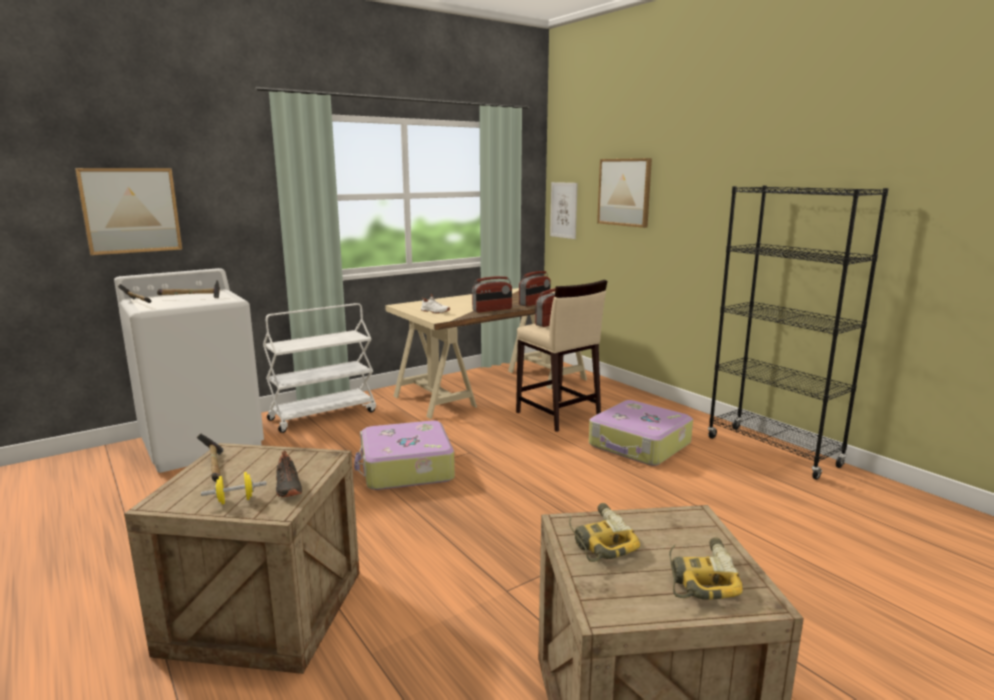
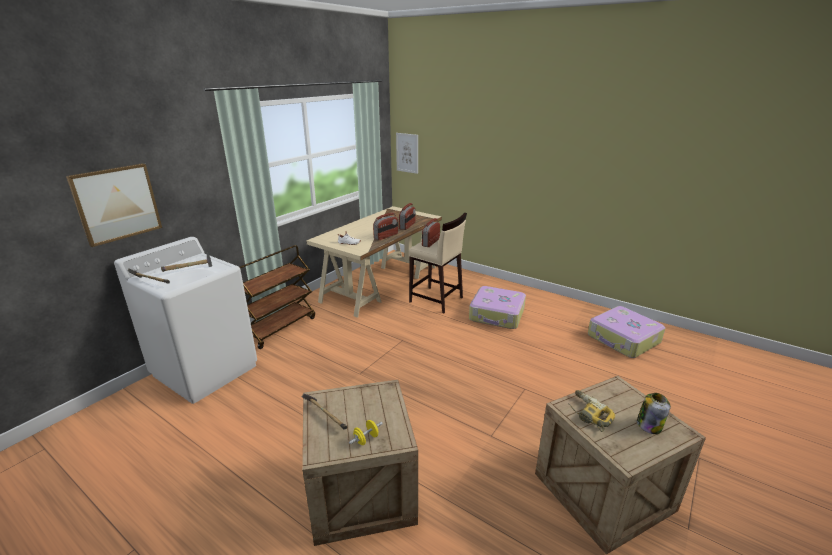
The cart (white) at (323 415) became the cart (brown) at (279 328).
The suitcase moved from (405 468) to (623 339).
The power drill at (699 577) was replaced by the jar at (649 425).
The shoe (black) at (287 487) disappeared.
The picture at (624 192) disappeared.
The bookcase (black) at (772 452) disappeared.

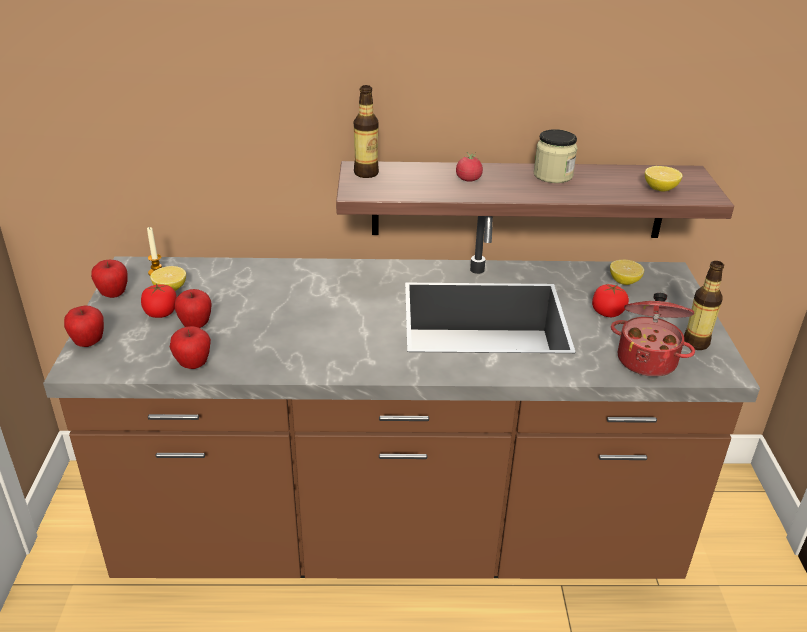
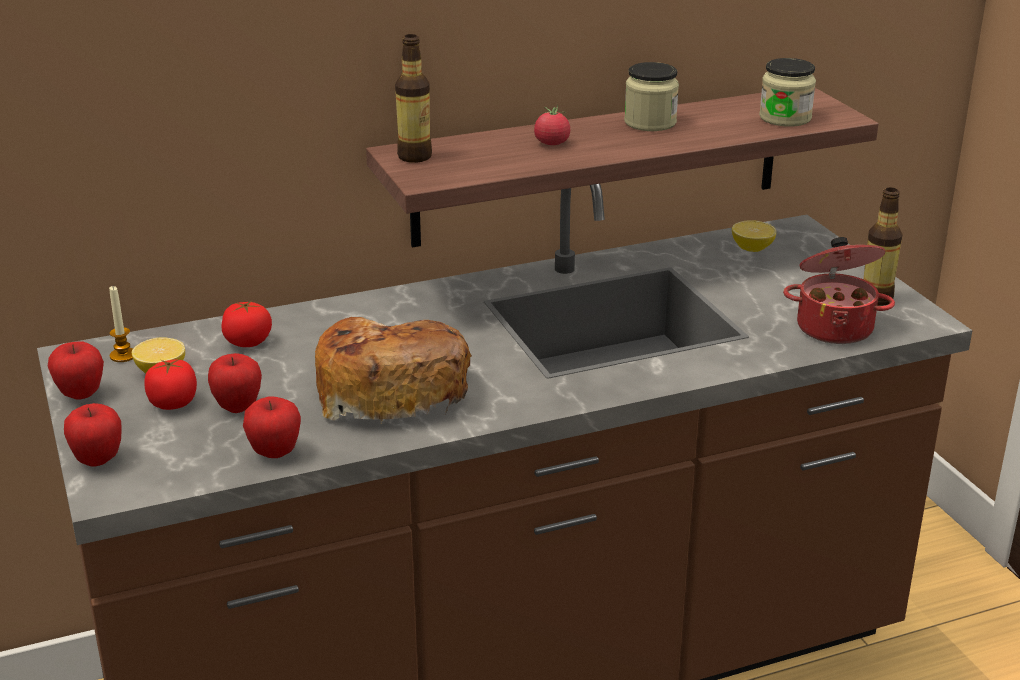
The tomato moved from (607 312) to (248 342).
The bread at (390 390) appeared.
The lemon at (660 189) was replaced by the jar at (785 118).

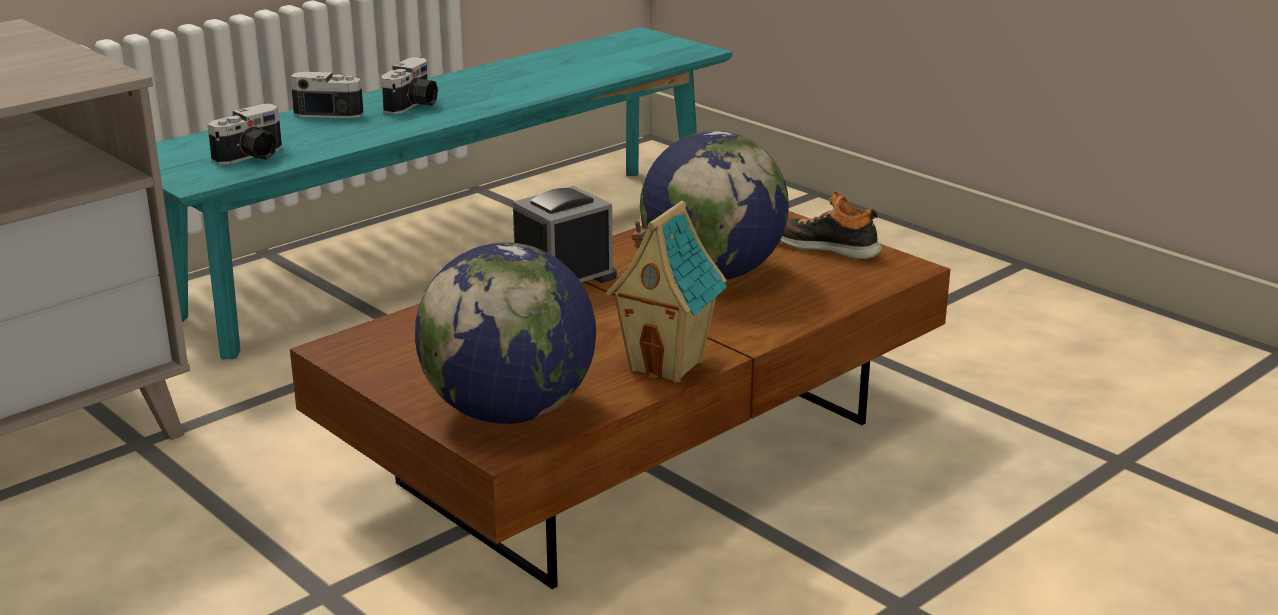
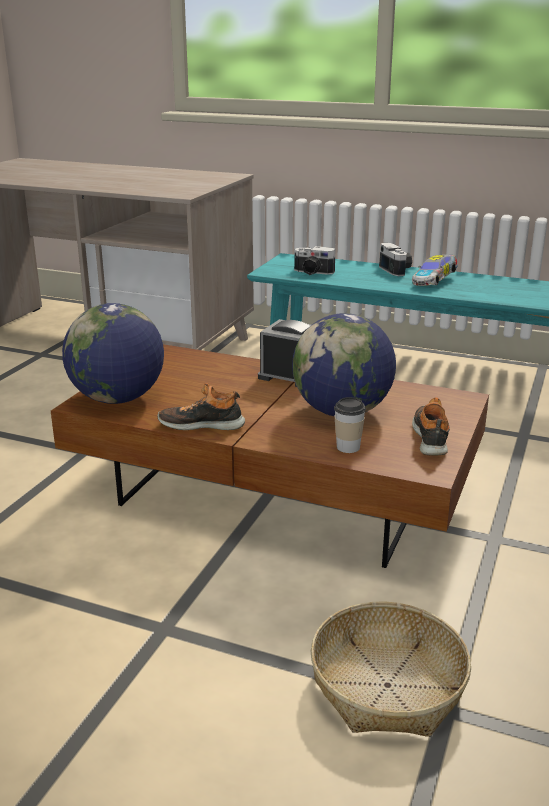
The toy house at (668 365) was replaced by the shoe at (202 424).
The basket at (388 686) appeared.
The cup at (348 447) appeared.
The photo camera at (414 105) was replaced by the toy car at (434 281).

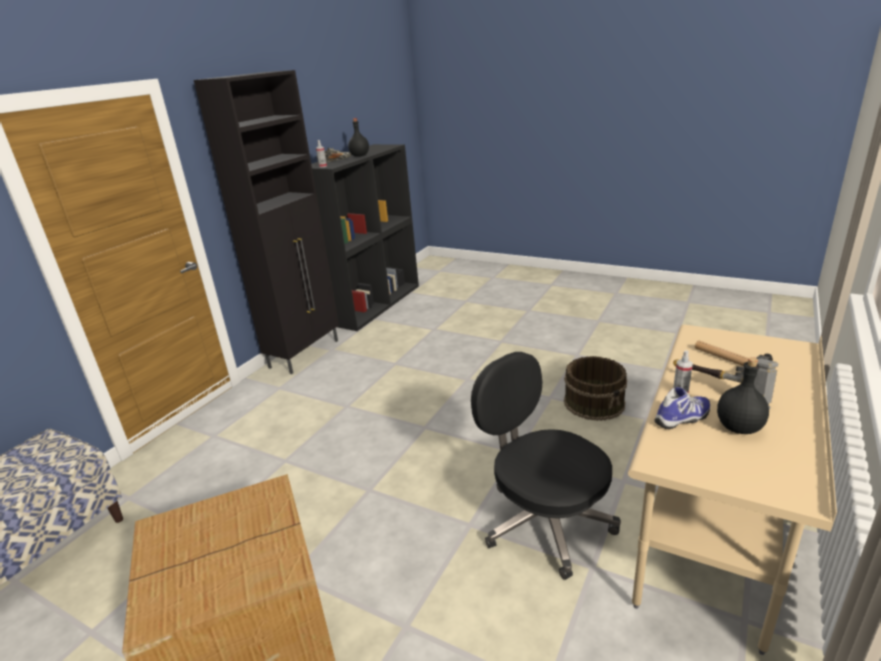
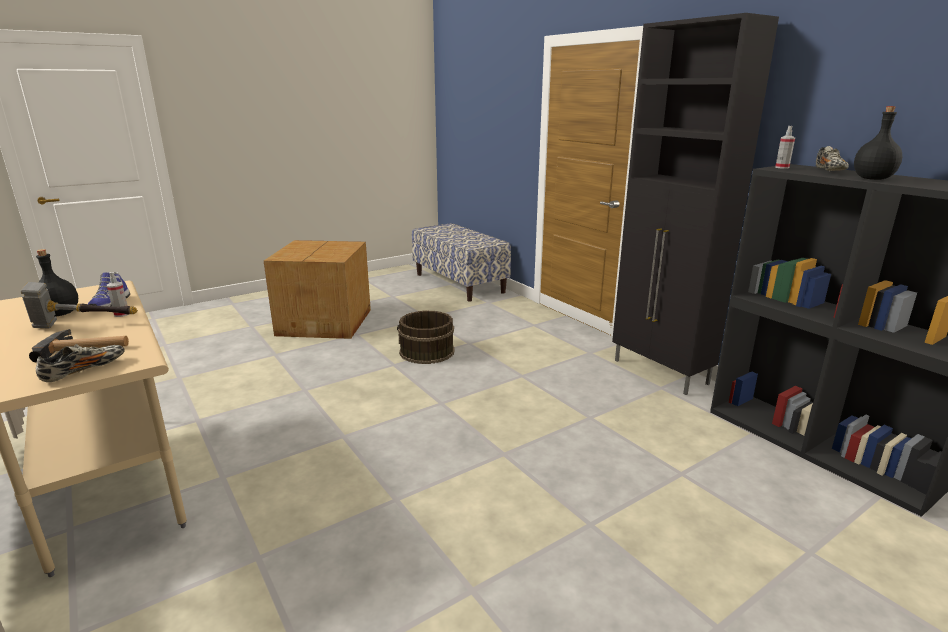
The shoe at (84 370) appeared.
The bucket (brown) moved from (594 402) to (426 352).
The office chair (black) at (544 521) disappeared.

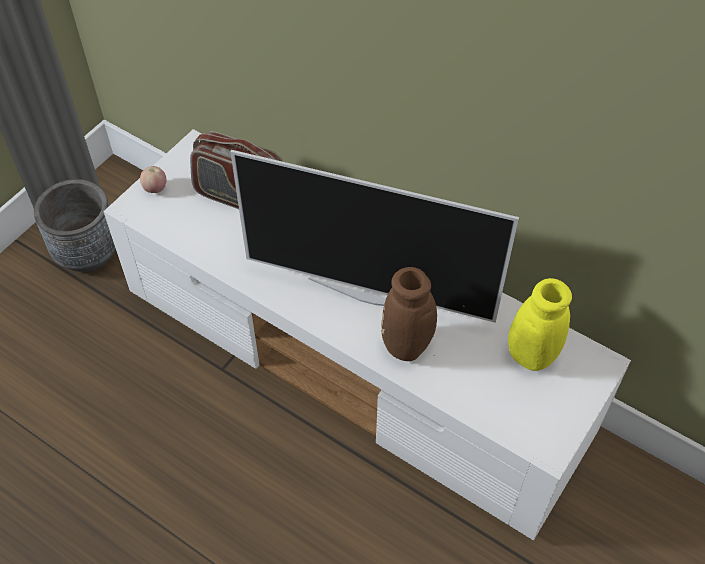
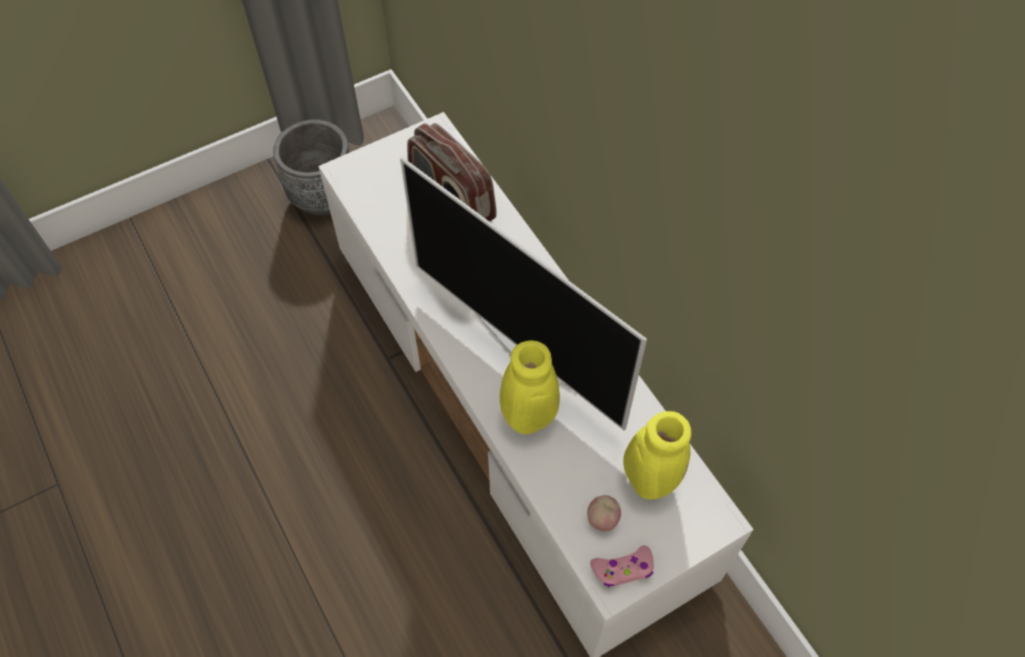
The vase (brown) at (406 350) became the vase (yellow) at (526 420).
The apple moved from (155 189) to (602 519).
The game controller (pink) at (623 569) appeared.

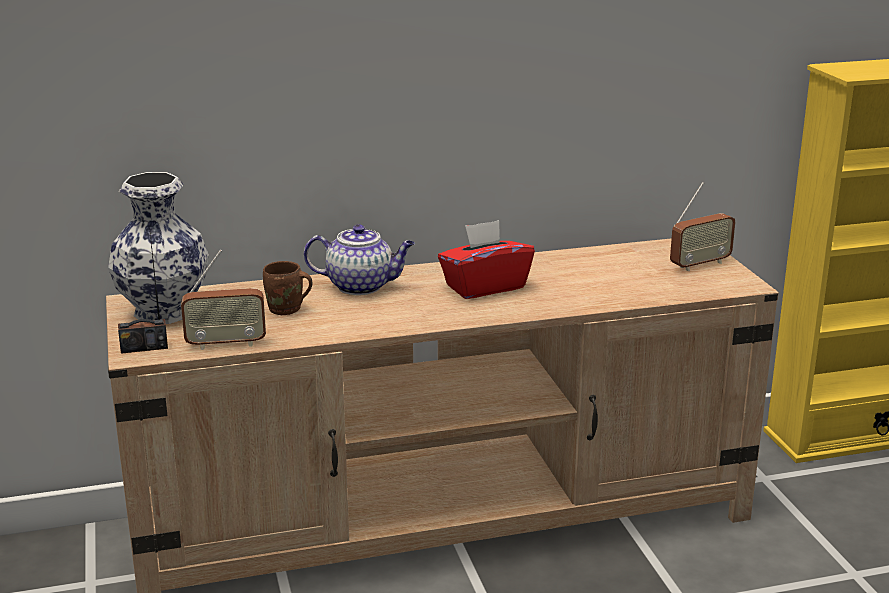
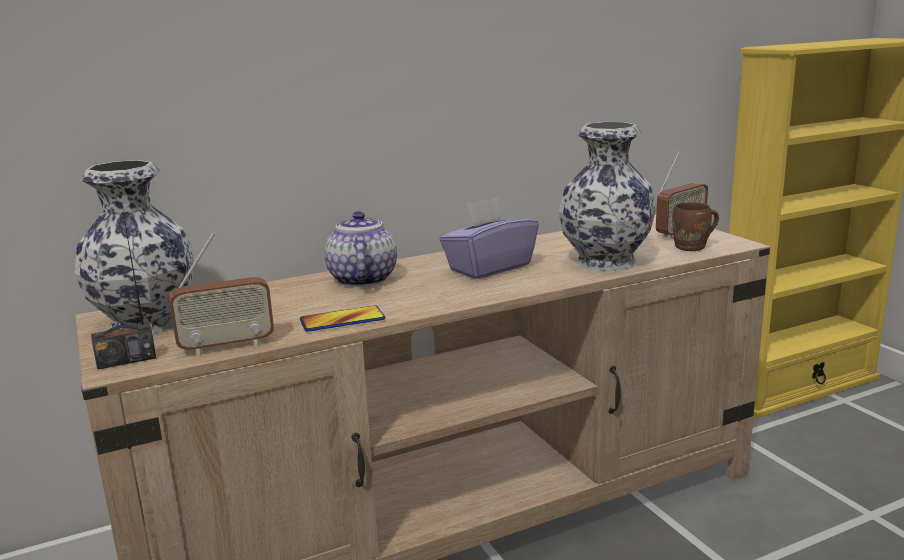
The phone at (342 320) appeared.
The teapot at (361 286) turned 90 degrees counterclockwise.
The tissue box (red) at (485 287) became the tissue box (purple) at (489 268).
The vase at (605 262) appeared.
The mug (brown) moved from (286 310) to (693 248).

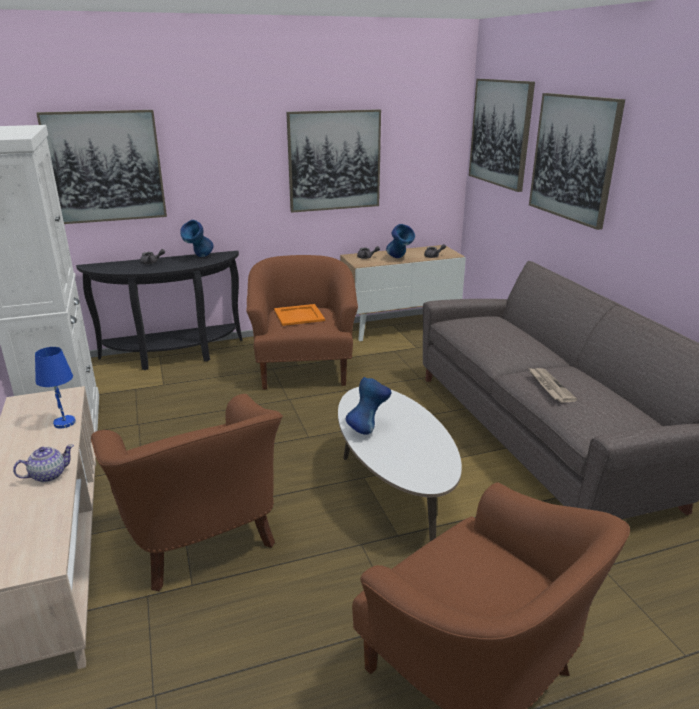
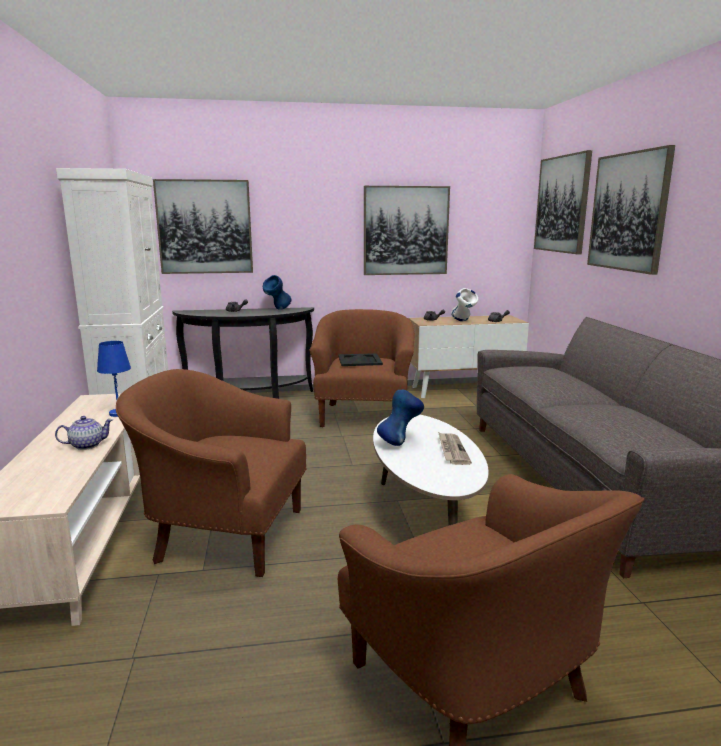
The armchair (brown) at (201 539) turned 120 degrees clockwise.
The tray (orange) at (298 315) became the tray (black) at (359 360).
The newspaper moved from (549 386) to (452 450).
The vase (blue) at (399 258) became the vase (white) at (463 321).

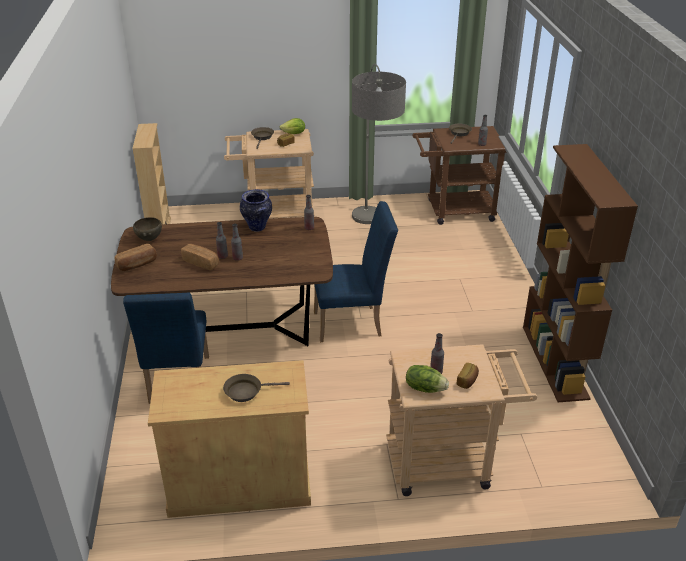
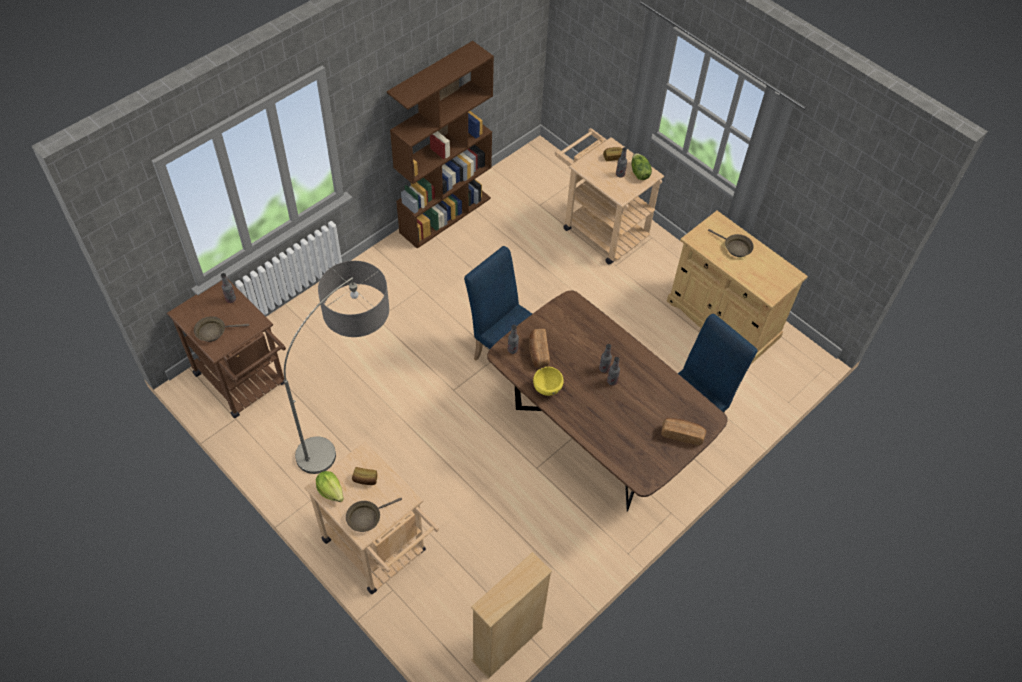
The bread moved from (201 262) to (538 353).
The vase at (257 227) was replaced by the bowl (yellow) at (547 389).
The bowl (brown) at (149 239) disappeared.

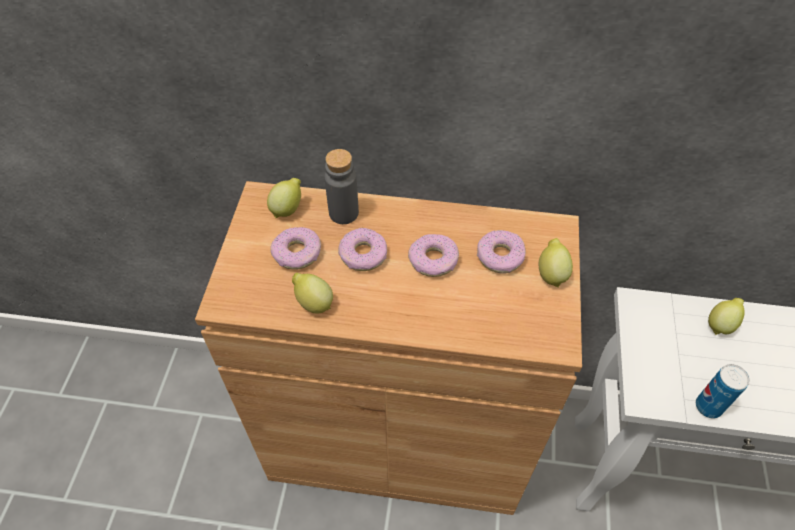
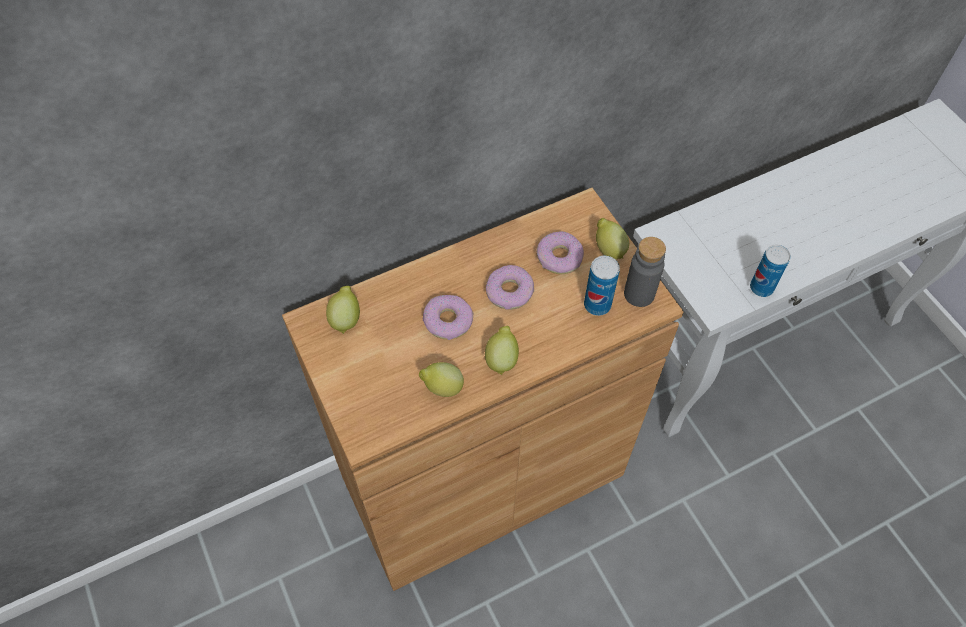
The lemon moved from (720 324) to (501 359).
The can at (597 305) appeared.
The bottle (grey) moved from (343 213) to (639 294).
The donut at (297 253) disappeared.

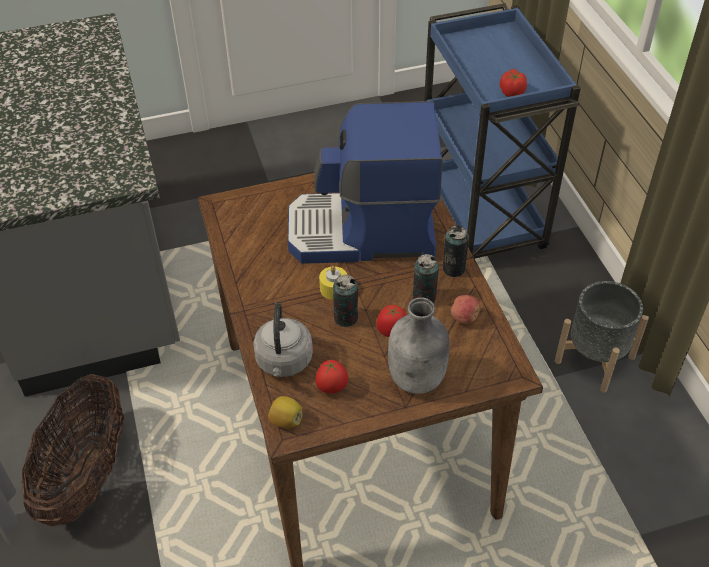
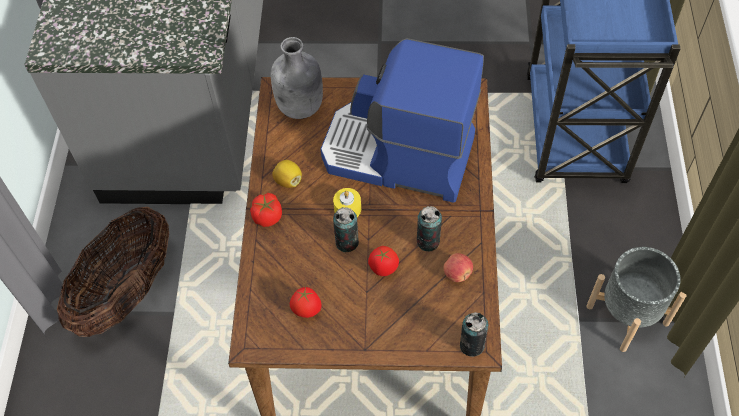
The tomato moved from (512 92) to (267 216).
The bottle (grey) moved from (418 379) to (301 107).
The lemon moved from (286 420) to (288 180).
The can moved from (453 268) to (471 345).
The kettle (grey) at (284 362) disappeared.

